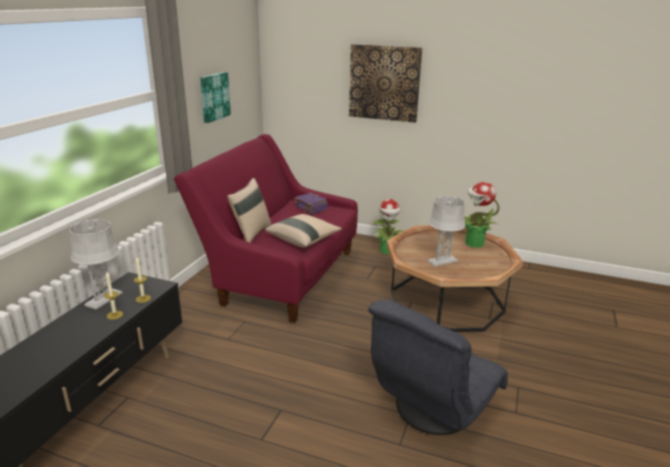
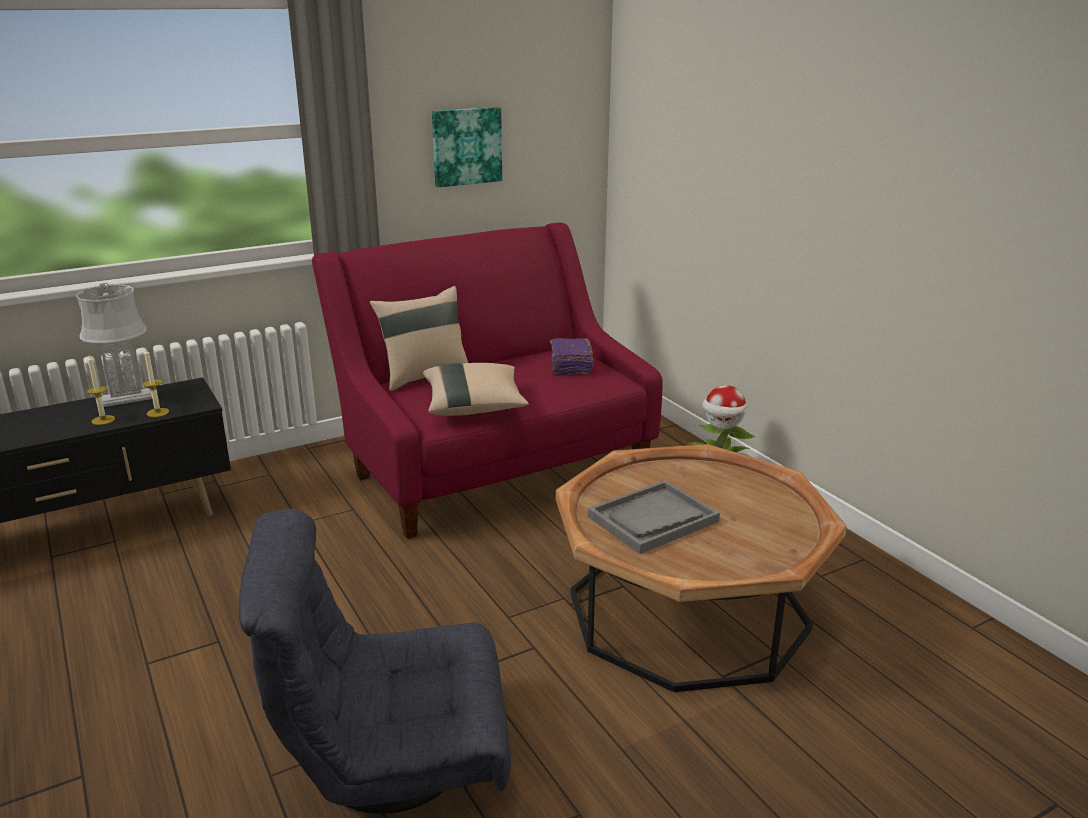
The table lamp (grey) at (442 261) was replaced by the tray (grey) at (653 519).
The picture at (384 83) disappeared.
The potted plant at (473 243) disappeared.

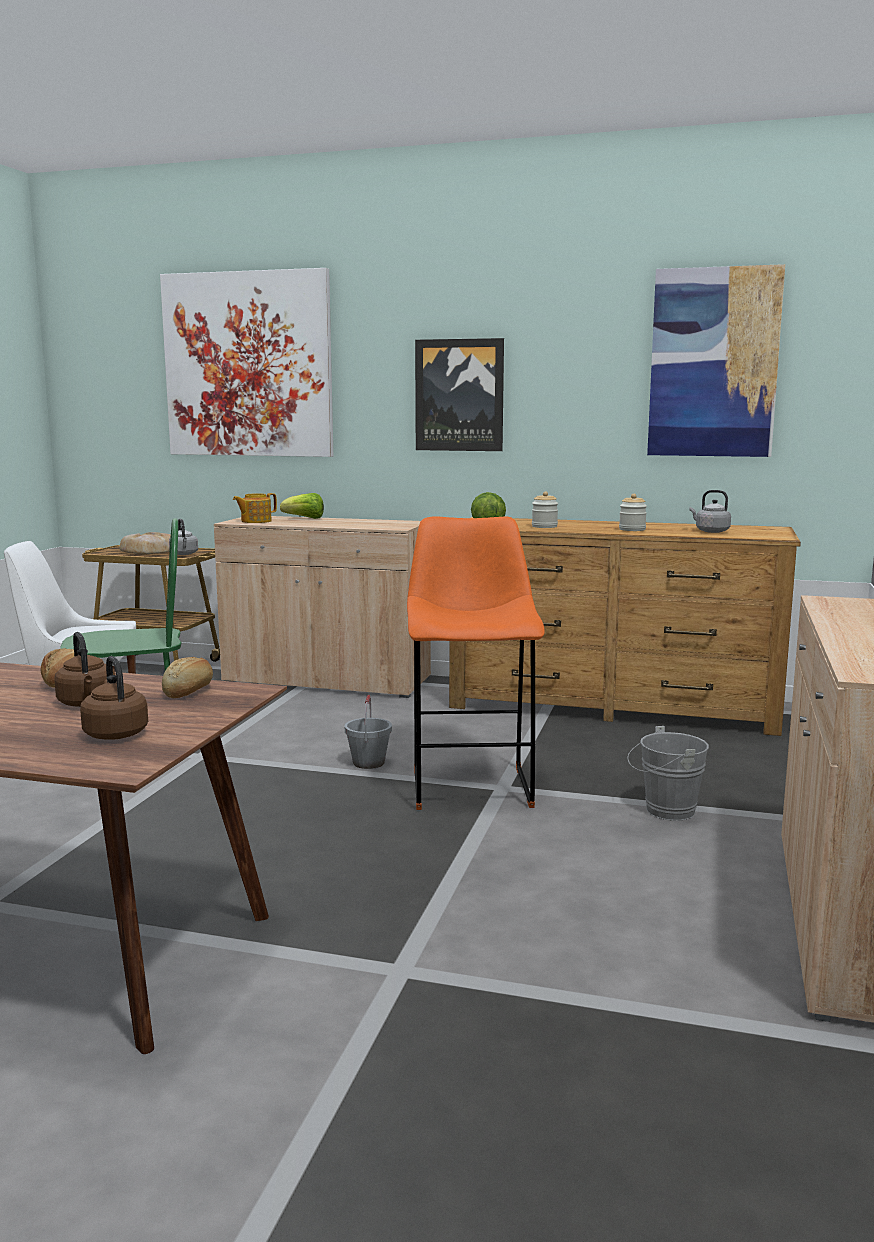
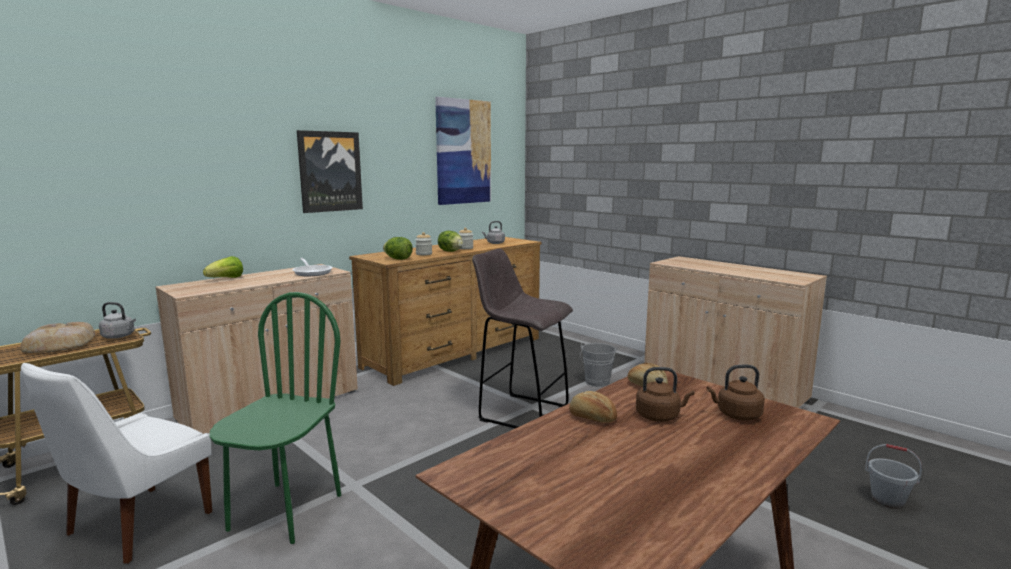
The frying pan at (312 272) appeared.
The lettuce at (450 251) appeared.
The stool (orange) at (471 786) became the stool (grey) at (521 413).
The bucket (grey) moved from (369 763) to (887 500).
The picture at (248 365) disappeared.
The teapot at (255 521) disappeared.

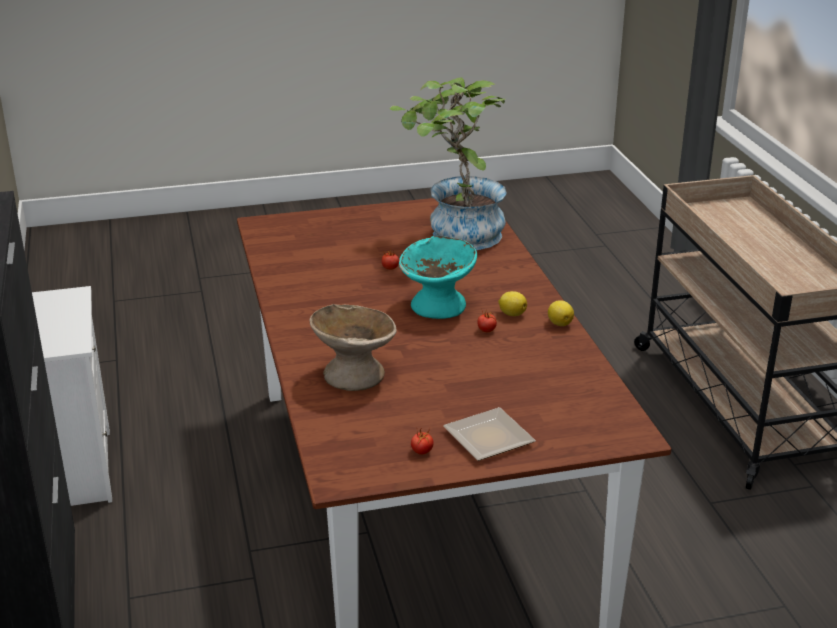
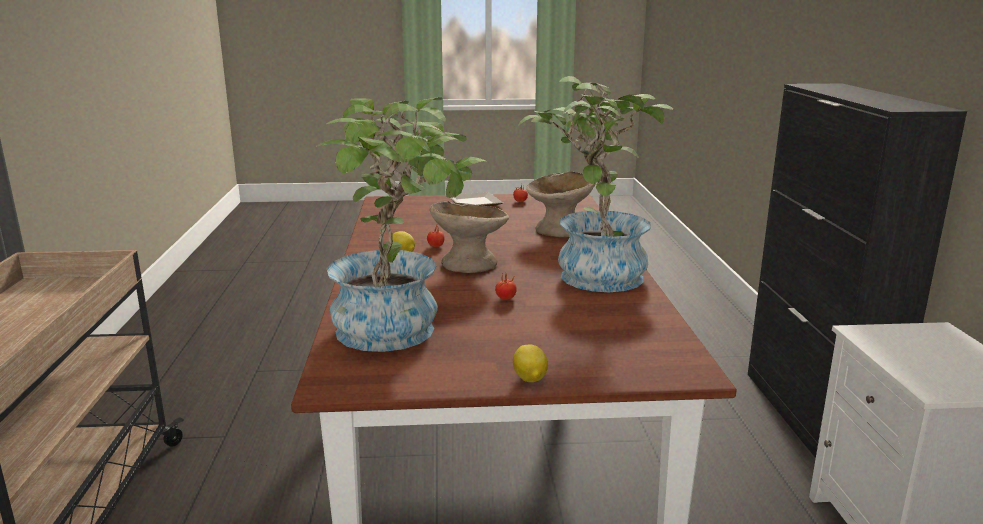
The bowl (turquoise) at (438 306) became the bowl (beige) at (469 264).
The lemon moved from (559 323) to (529 379).
The potted plant at (592 273) appeared.

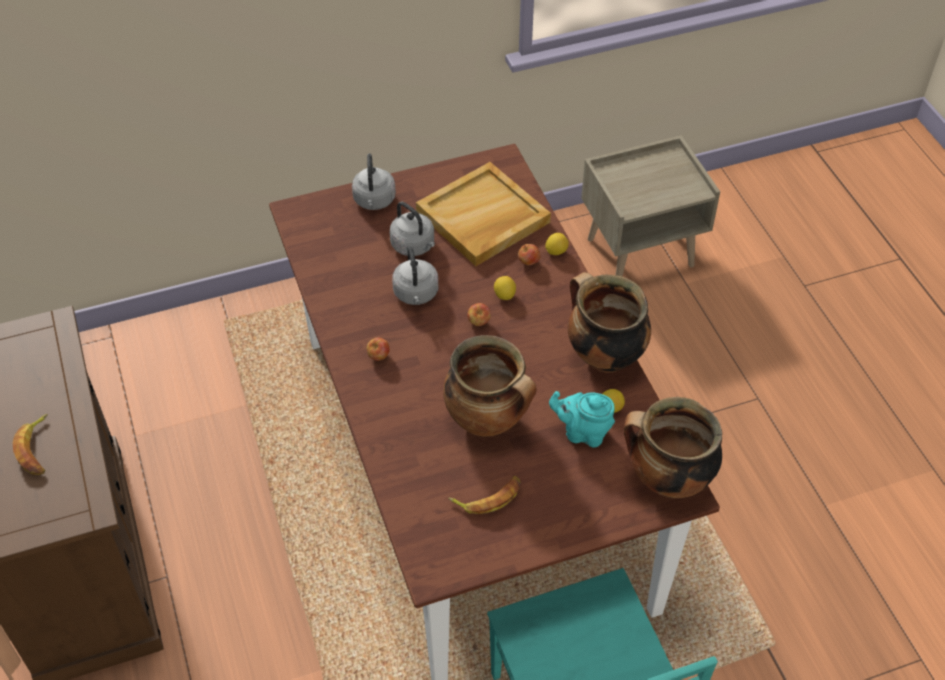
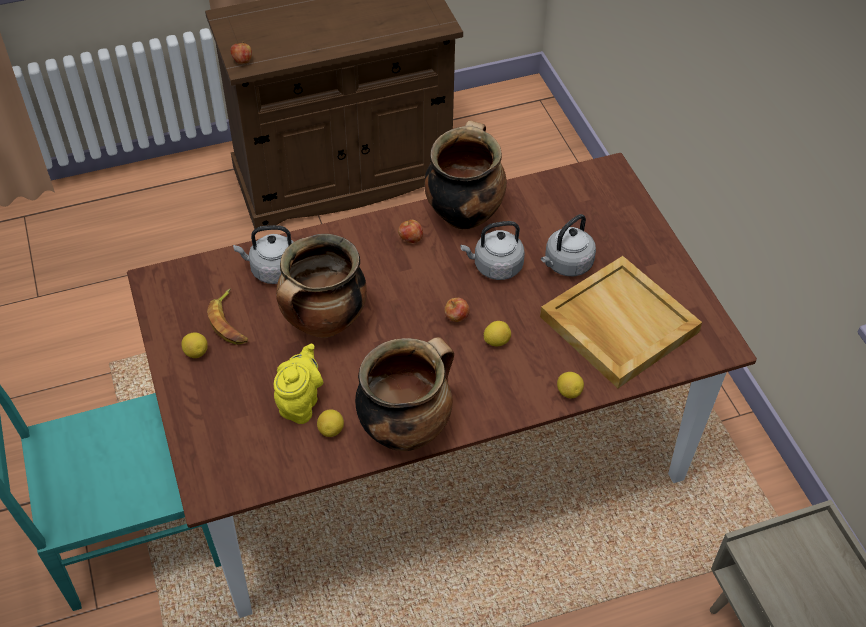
The lemon at (196 352) appeared.
The apple moved from (528 262) to (242 61).
The kettle (grey) moved from (374 201) to (272 270).
The teapot (turquoise) at (583 432) became the teapot (yellow) at (300 403).
The cooking pot moved from (667 480) to (463 213).
The banana at (36 449) disappeared.

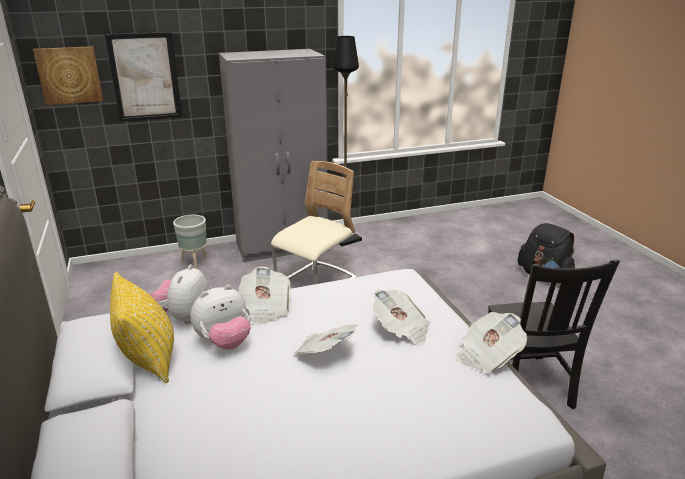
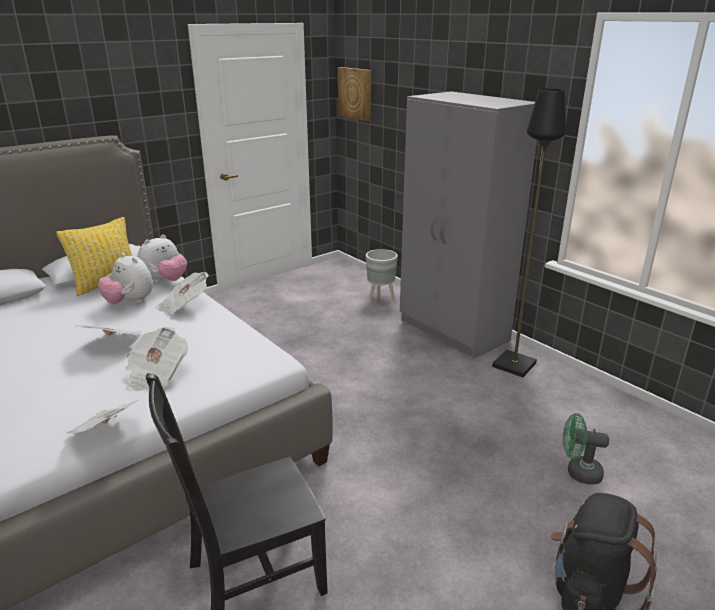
The plush toy at (184 317) turned 135 degrees clockwise.
The fan (green) at (578 472) appeared.
The picture at (145 77) disappeared.
The chair (beige) at (316 282) disappeared.

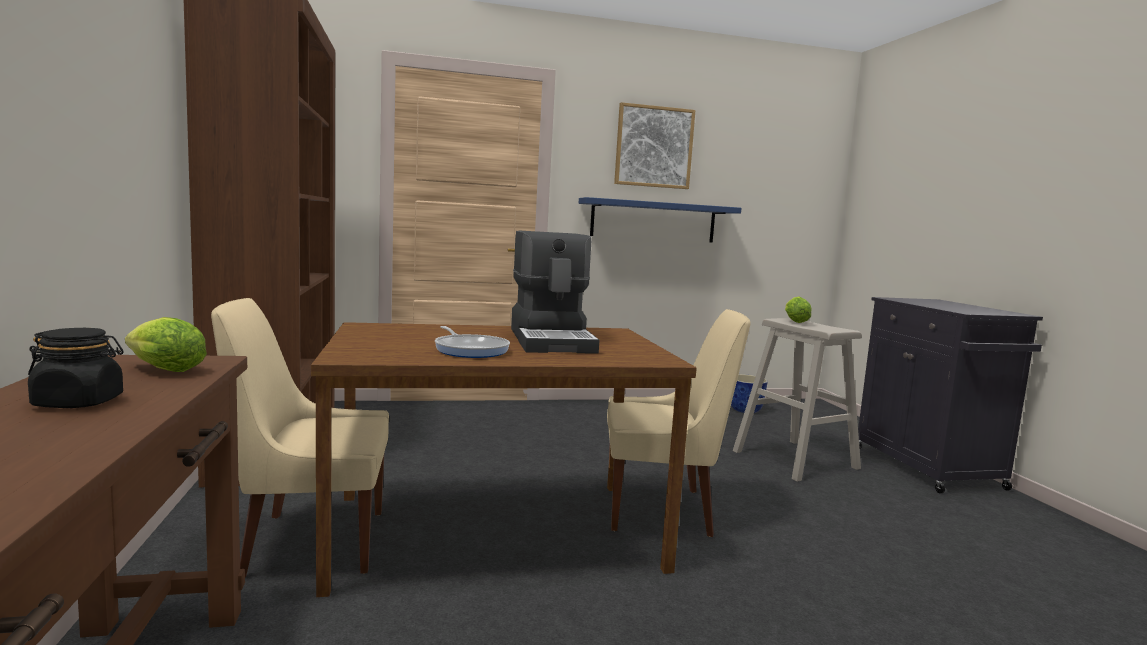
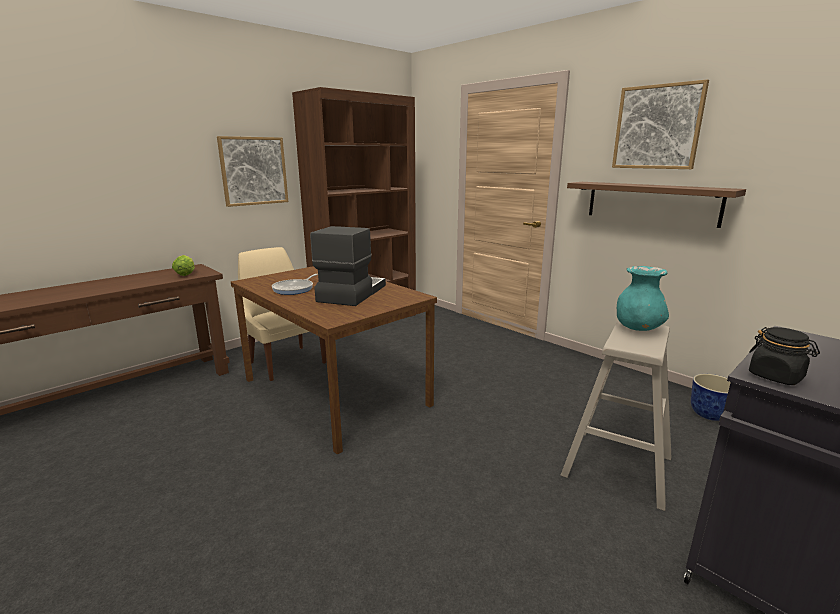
The picture at (253 171) appeared.
The coffee machine at (553 340) turned 150 degrees clockwise.
The shelf (blue) at (653 221) became the shelf (brown) at (651 203).
The lettuce at (794 321) was replaced by the vase (turquoise) at (638 328).
The jar (black) moved from (79 402) to (776 376).
The chair (beige) at (662 510) disappeared.

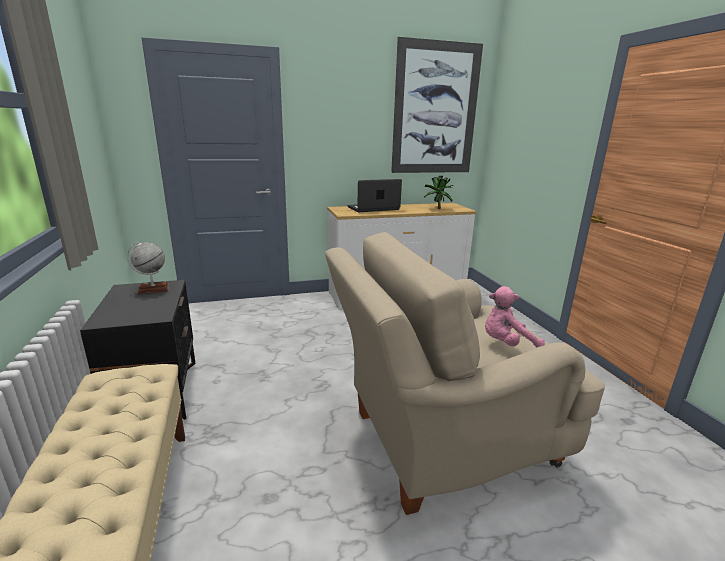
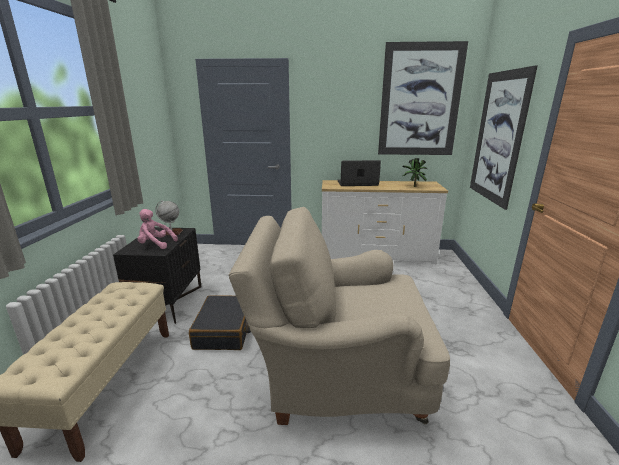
The plush toy (pink) moved from (506 344) to (155 244).
The suitcase (black) at (225 330) appeared.
The picture at (498 137) appeared.

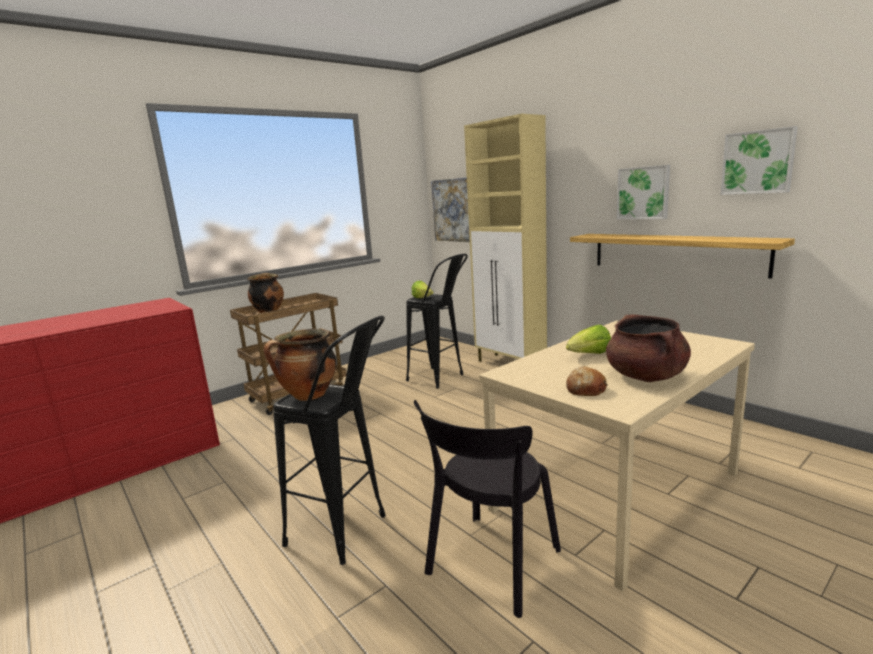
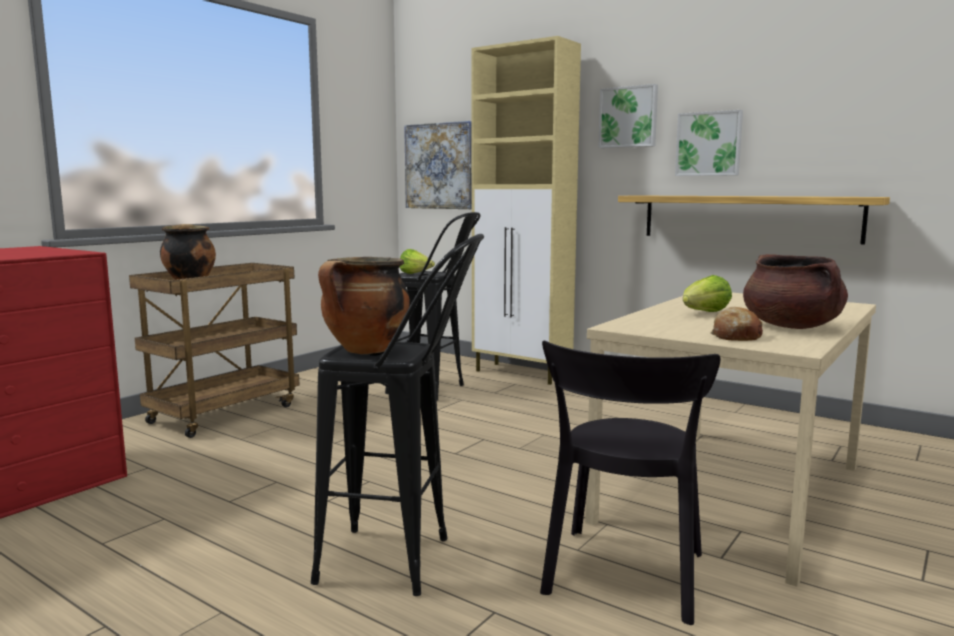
The picture moved from (758 162) to (628 117).

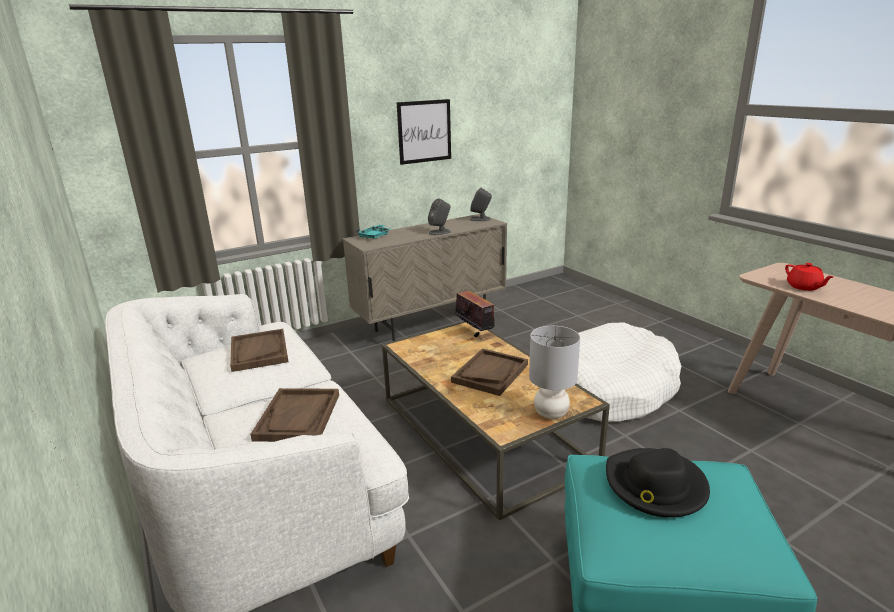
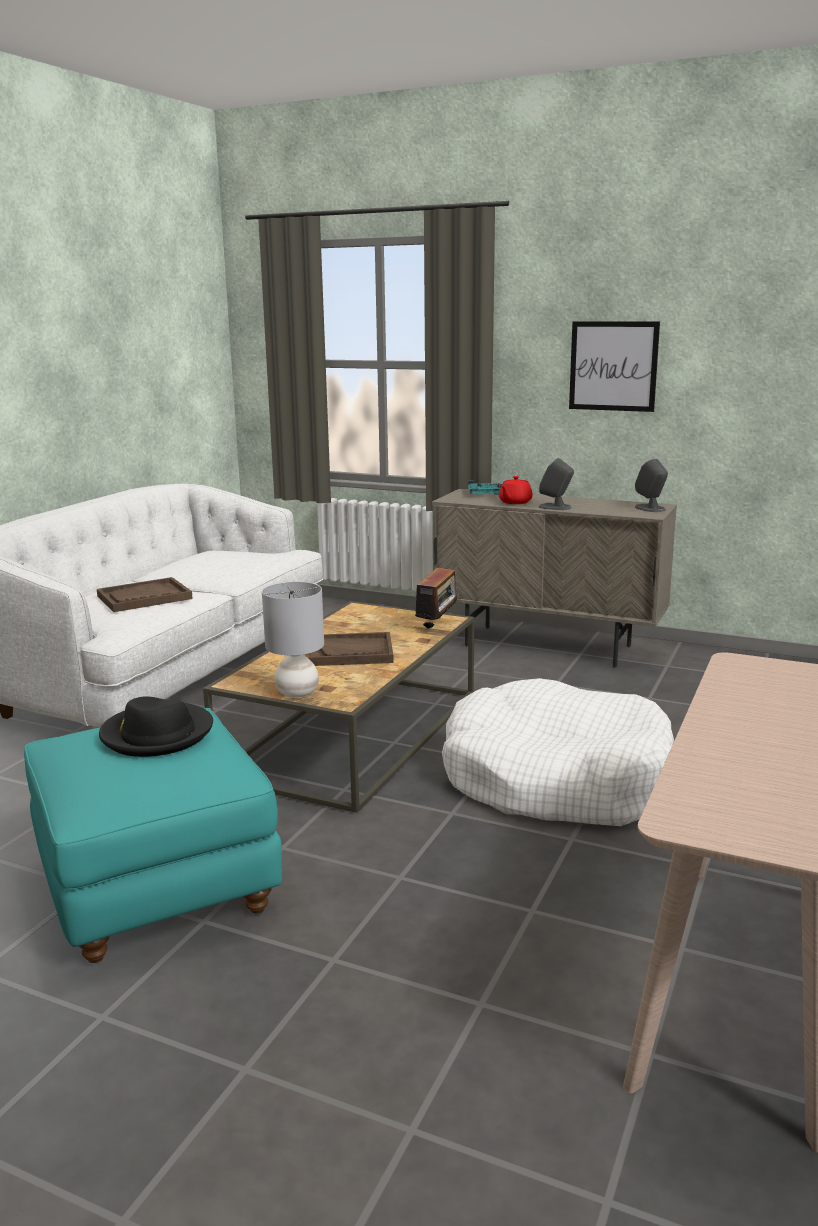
The teapot (red) moved from (804 287) to (514 502).
The tray (brown) at (259 351) disappeared.

